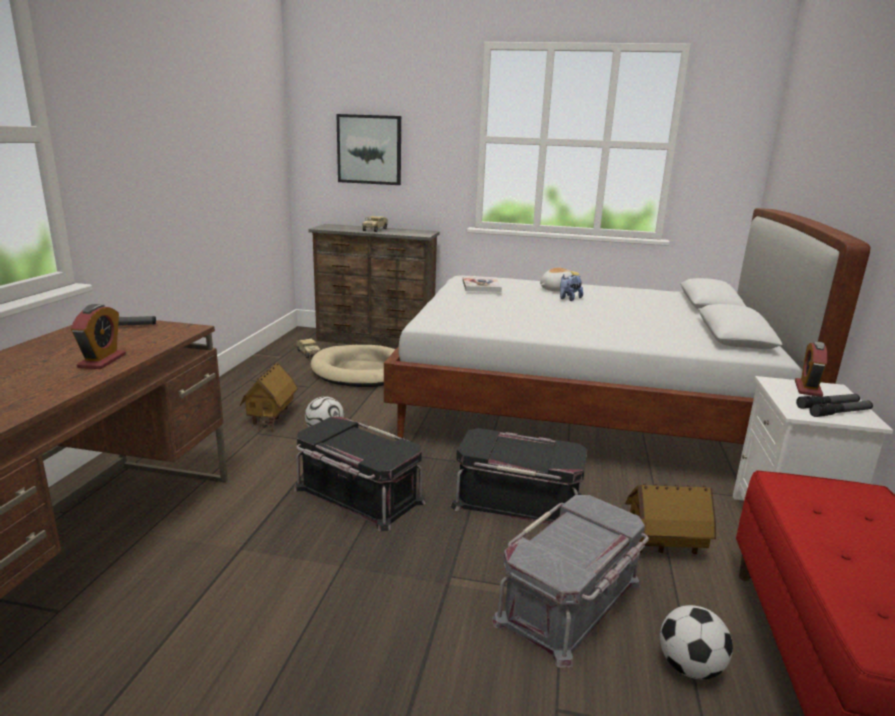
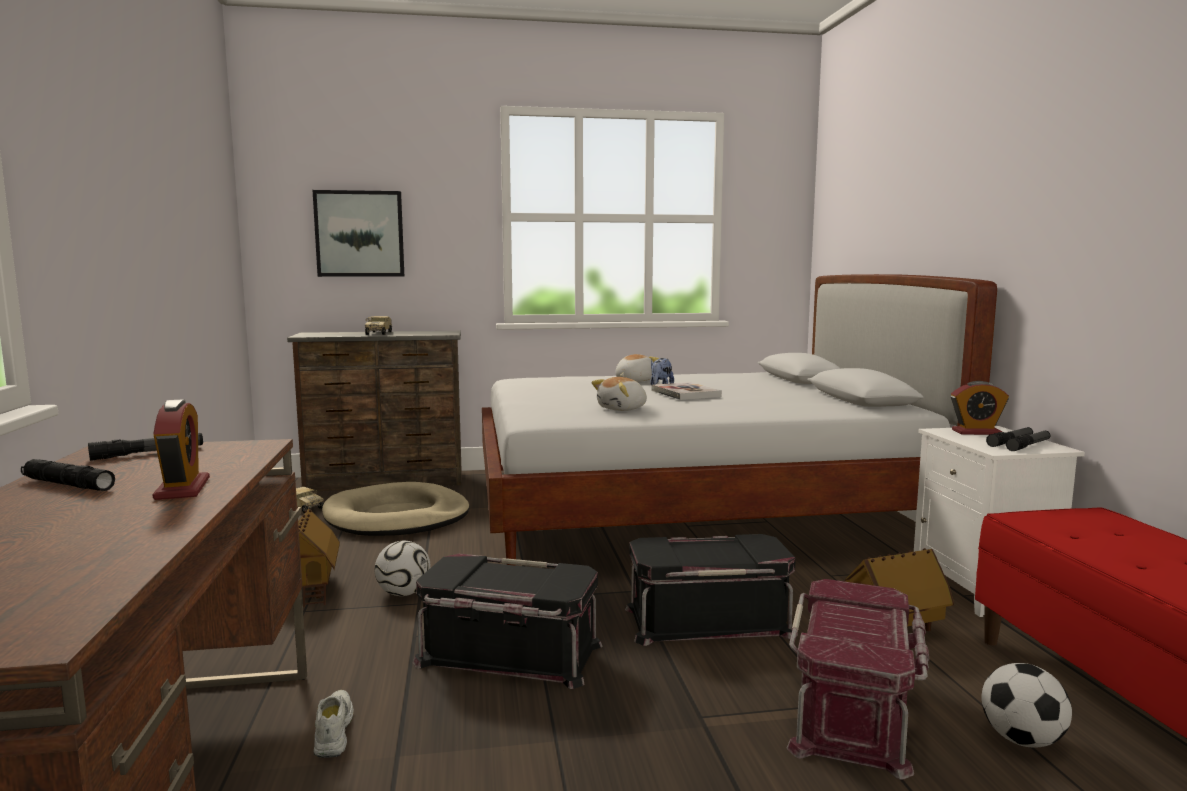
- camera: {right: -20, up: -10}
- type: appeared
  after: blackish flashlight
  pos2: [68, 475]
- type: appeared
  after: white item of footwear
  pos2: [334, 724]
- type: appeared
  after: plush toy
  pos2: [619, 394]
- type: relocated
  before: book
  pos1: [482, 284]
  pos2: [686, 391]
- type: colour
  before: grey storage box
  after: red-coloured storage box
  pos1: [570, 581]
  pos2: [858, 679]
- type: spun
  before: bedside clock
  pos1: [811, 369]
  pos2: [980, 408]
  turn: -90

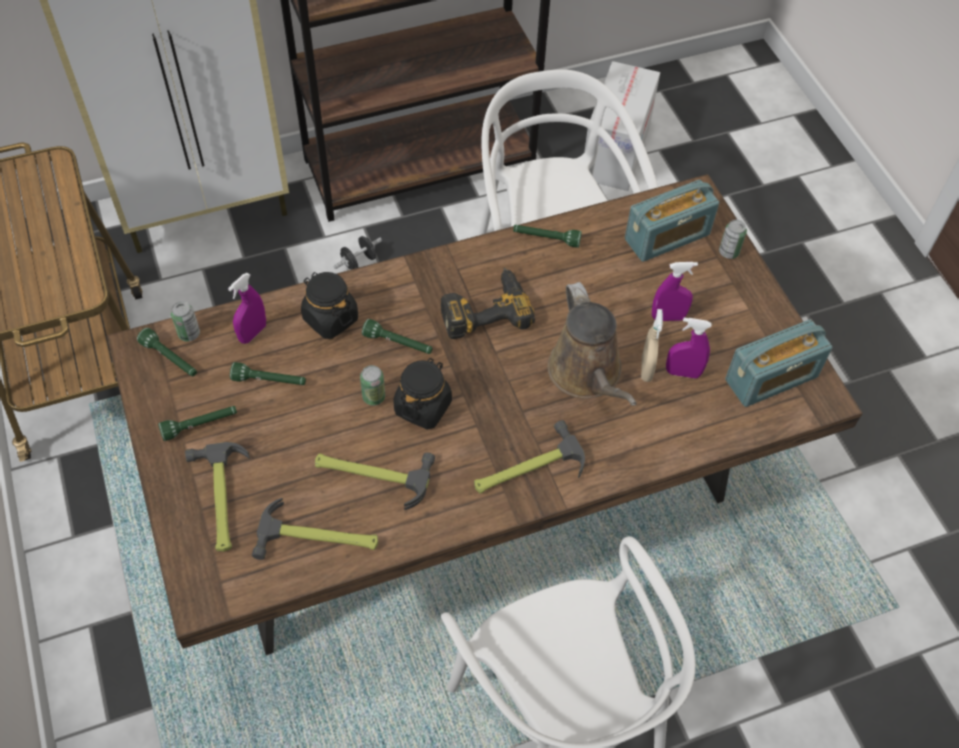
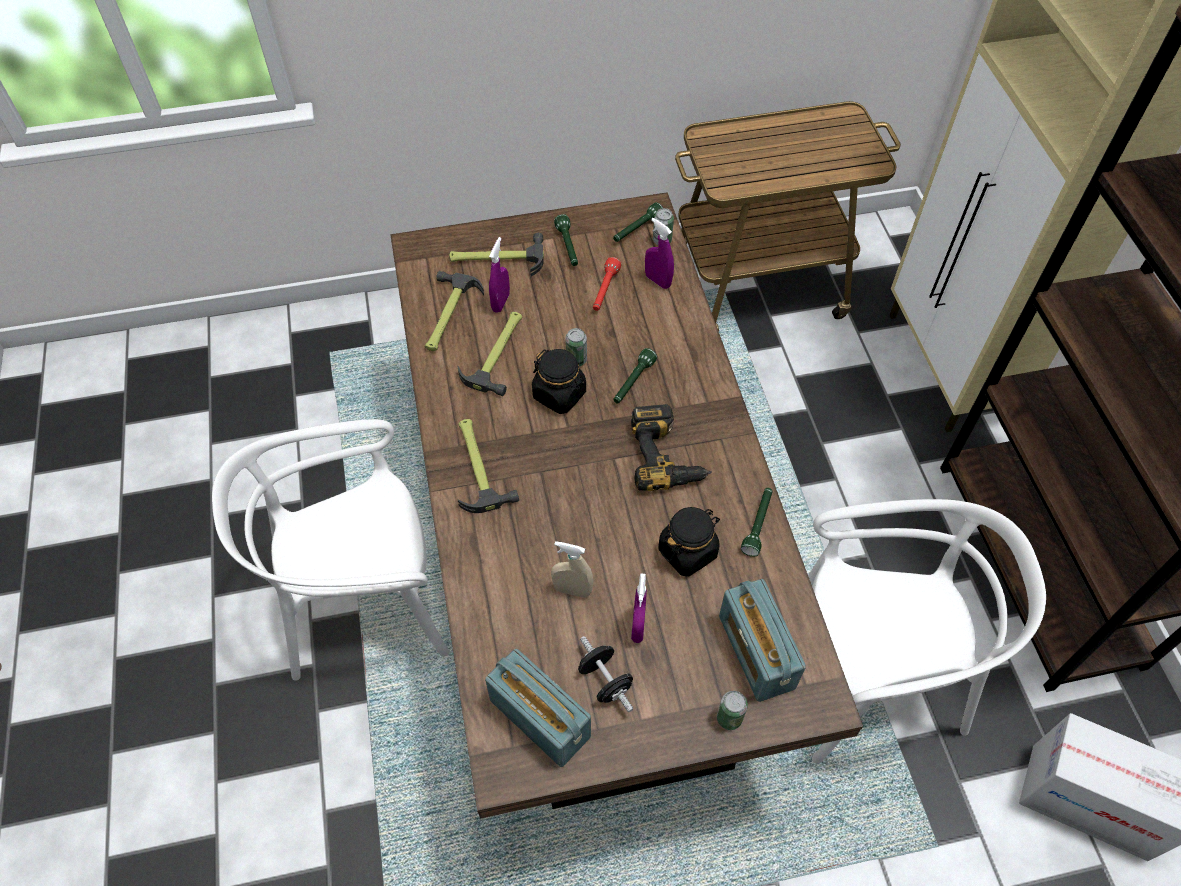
- camera: {right: 100, up: 0}
- type: missing
  before: brown-coloured watering can
  pos1: [592, 344]
- type: relocated
  before: blackish jar
  pos1: [329, 305]
  pos2: [689, 542]
- type: relocated
  before: blackish free weight
  pos1: [358, 253]
  pos2: [605, 674]
- type: relocated
  before: purple-coloured sprayer
  pos1: [689, 348]
  pos2: [499, 275]
- type: colour
  before: greenish flashlight
  after: red-coloured flashlight
  pos1: [268, 373]
  pos2: [607, 284]
- type: spun
  before: radio
  pos1: [779, 363]
  pos2: [538, 708]
  turn: 150

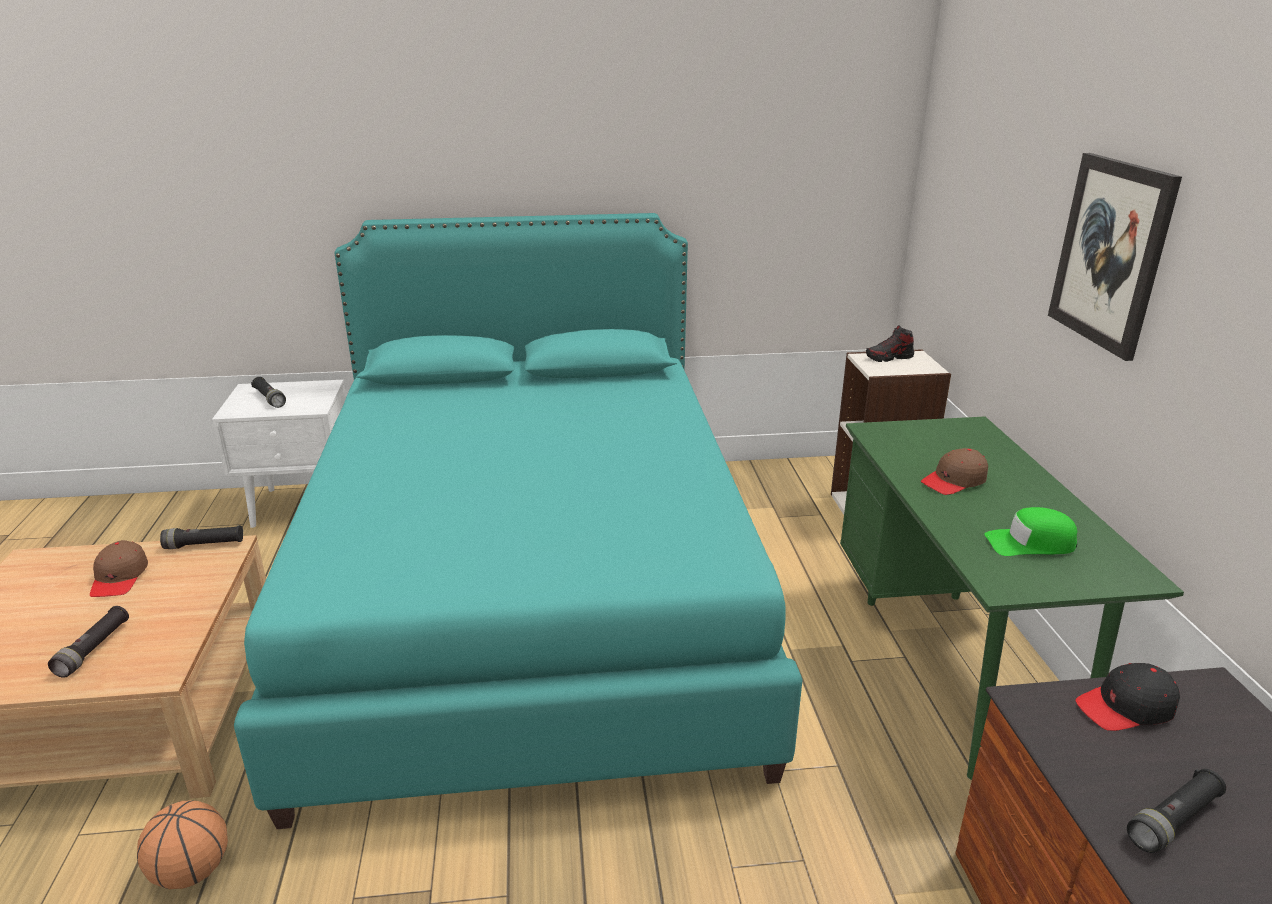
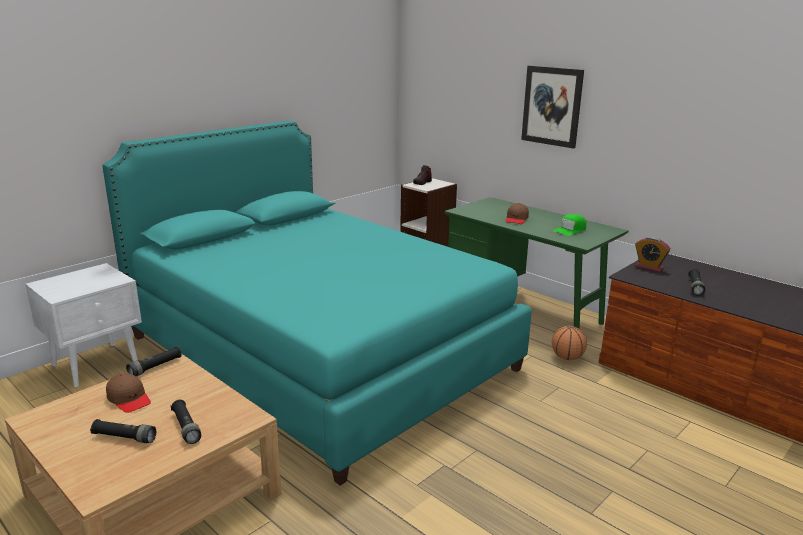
- camera: {right: -40, up: -5}
- type: relocated
  before: basketball ball
  pos1: [182, 844]
  pos2: [569, 343]
- type: relocated
  before: blackish flashlight
  pos1: [268, 392]
  pos2: [123, 431]
- type: exchanged
  before: blackish cap
  after: bedside clock
  pos1: [1127, 697]
  pos2: [652, 254]

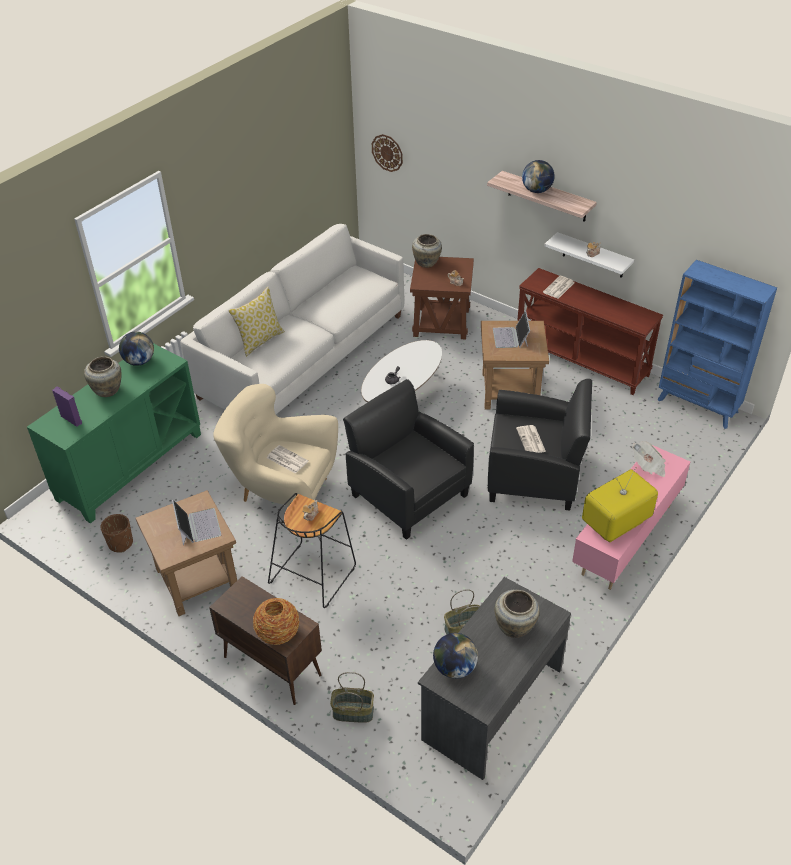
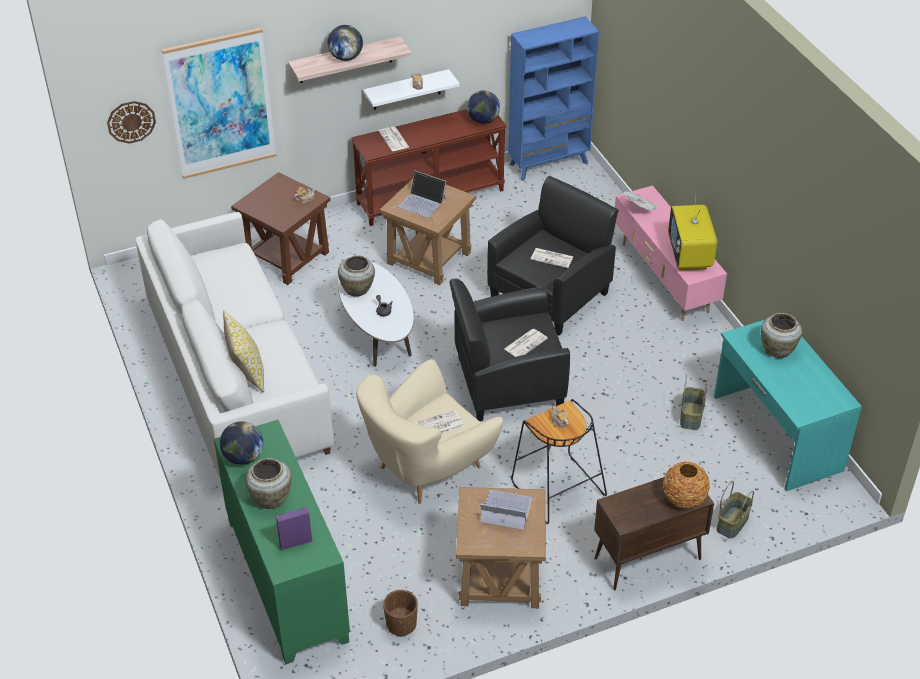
- camera: {right: -60, up: 0}
- type: appeared
  after: wall art
  pos2: [218, 103]
- type: appeared
  after: printed paper
  pos2: [526, 343]
- type: relocated
  before: sand-coloured flower vase
  pos1: [427, 251]
  pos2: [356, 276]
- type: relocated
  before: world globe
  pos1: [455, 656]
  pos2: [483, 107]
- type: colour
  before: grey desk unit
  after: turquoise-coloured desk unit
  pos1: [494, 678]
  pos2: [788, 405]

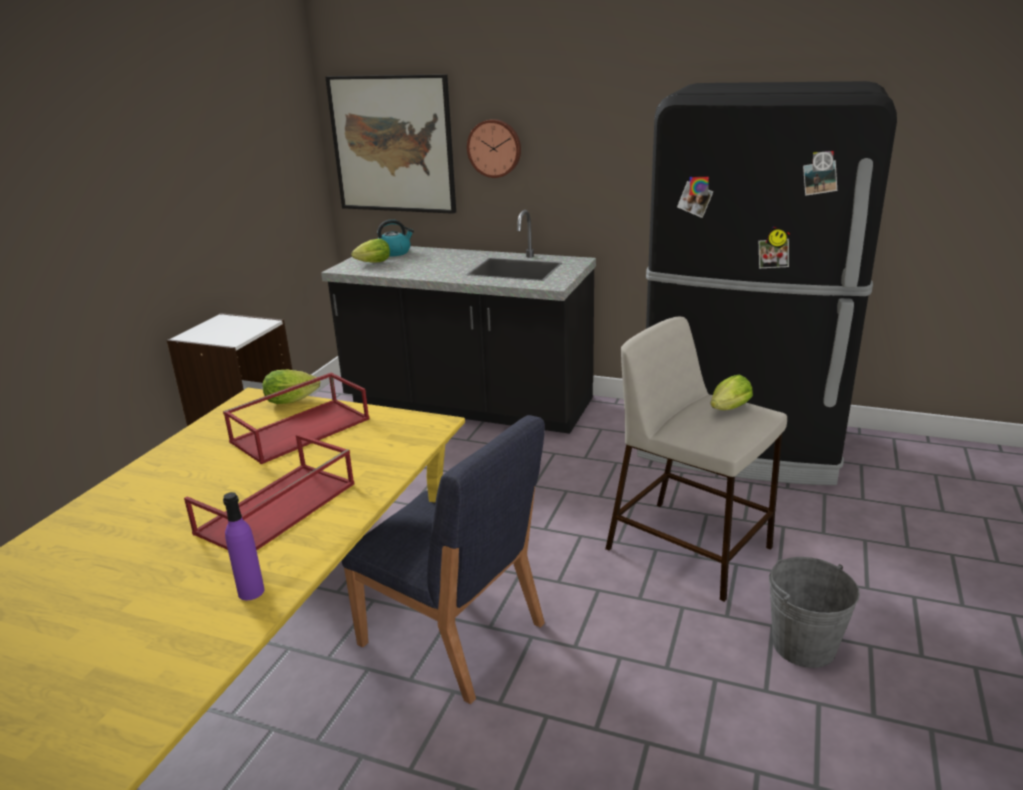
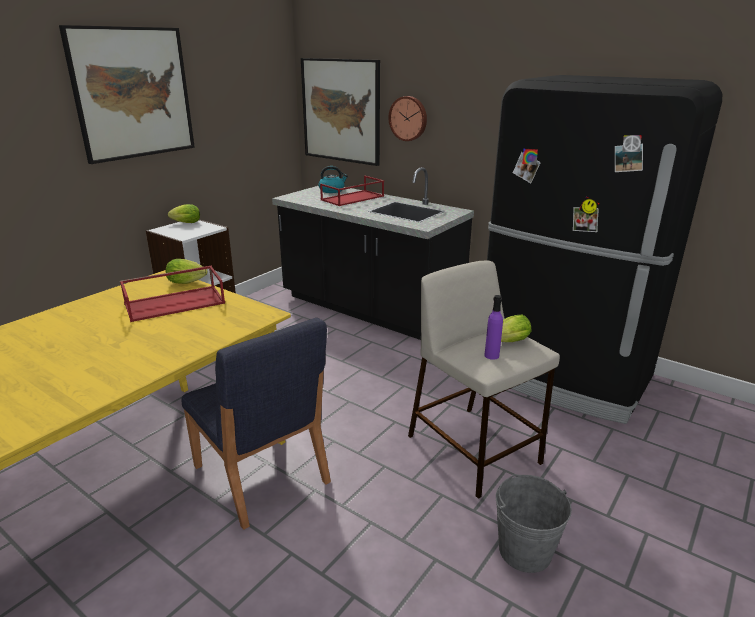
- camera: {right: 15, up: 0}
- type: appeared
  after: wall art
  pos2: [127, 94]
- type: relocated
  before: red-coloured tray
  pos1: [269, 492]
  pos2: [352, 191]
- type: relocated
  before: purple-coloured bottle
  pos1: [243, 546]
  pos2: [493, 327]
- type: relocated
  before: lettuce head
  pos1: [371, 251]
  pos2: [184, 213]

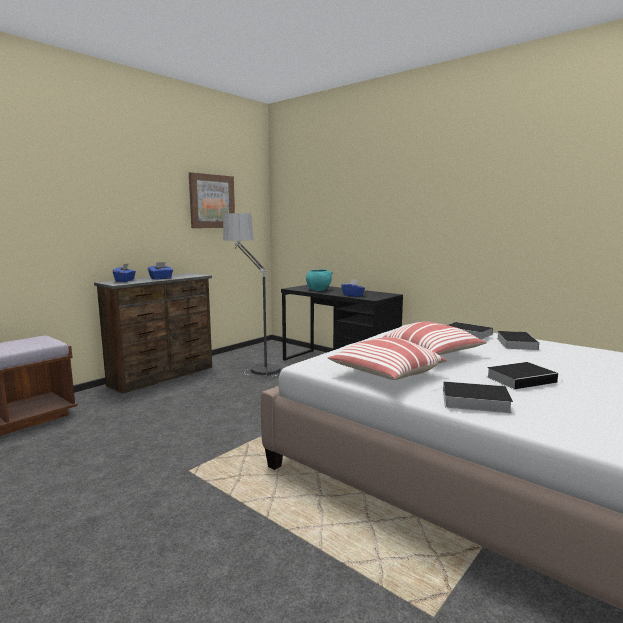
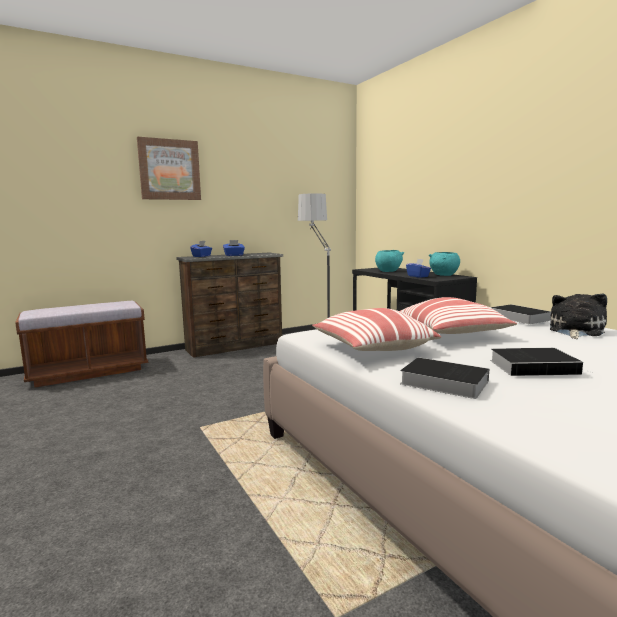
- camera: {right: 20, up: 0}
- type: appeared
  after: turquoise-coloured serving bowl
  pos2: [444, 264]
- type: relocated
  before: wall art
  pos1: [212, 200]
  pos2: [169, 168]
- type: exchanged
  before: book
  after: plush toy
  pos1: [518, 340]
  pos2: [578, 316]

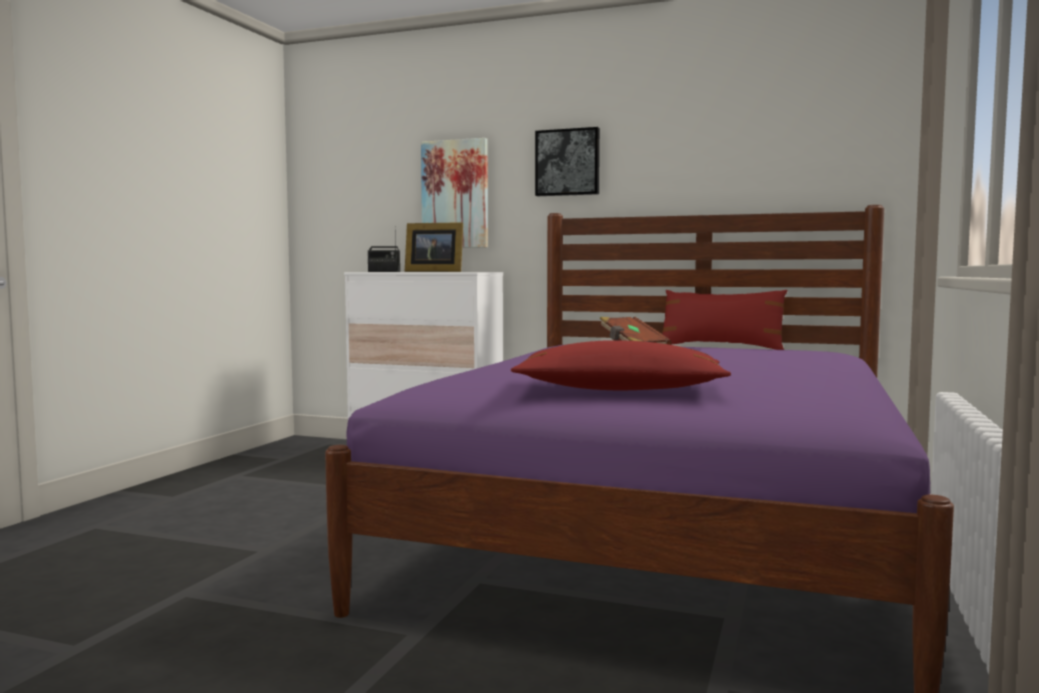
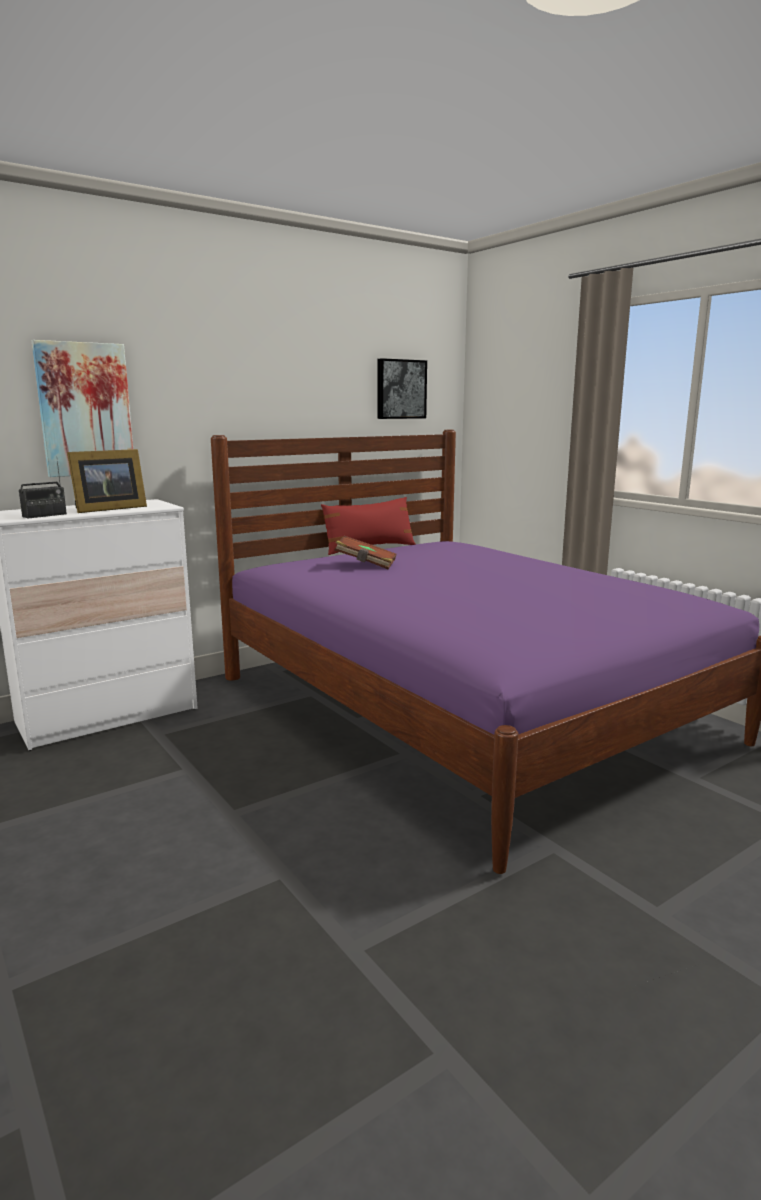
- camera: {right: -55, up: 10}
- type: missing
  before: red-coloured cushion
  pos1: [621, 365]
- type: relocated
  before: wall art
  pos1: [567, 161]
  pos2: [402, 388]

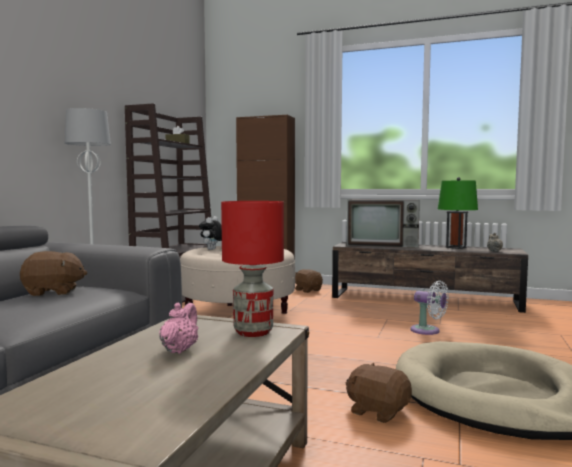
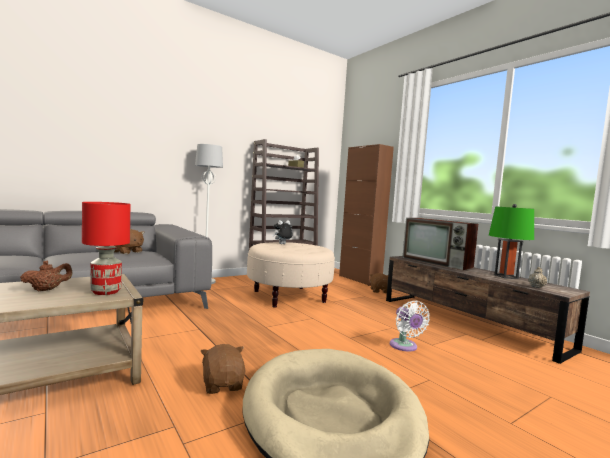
- camera: {right: 35, up: 0}
- type: colour
  before: pinkish teapot
  after: brown-coloured teapot
  pos1: [178, 328]
  pos2: [46, 276]

